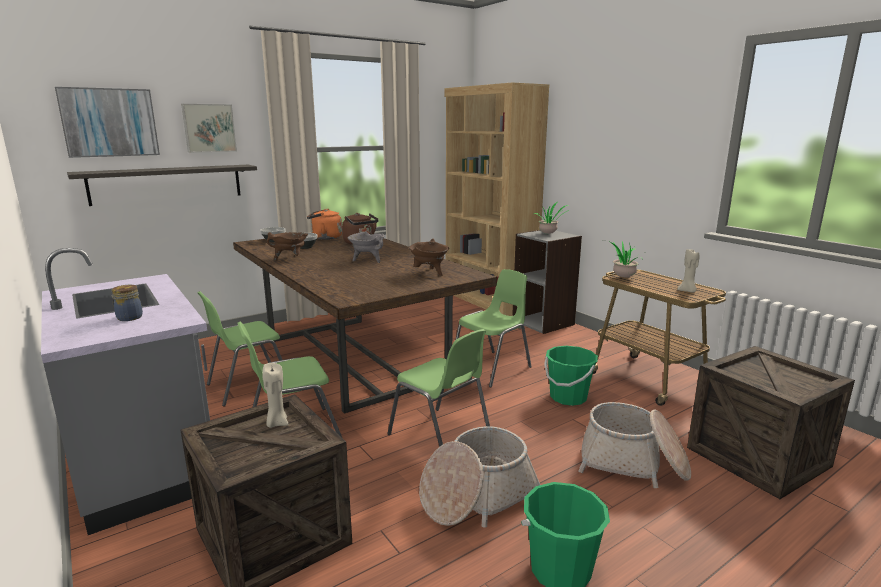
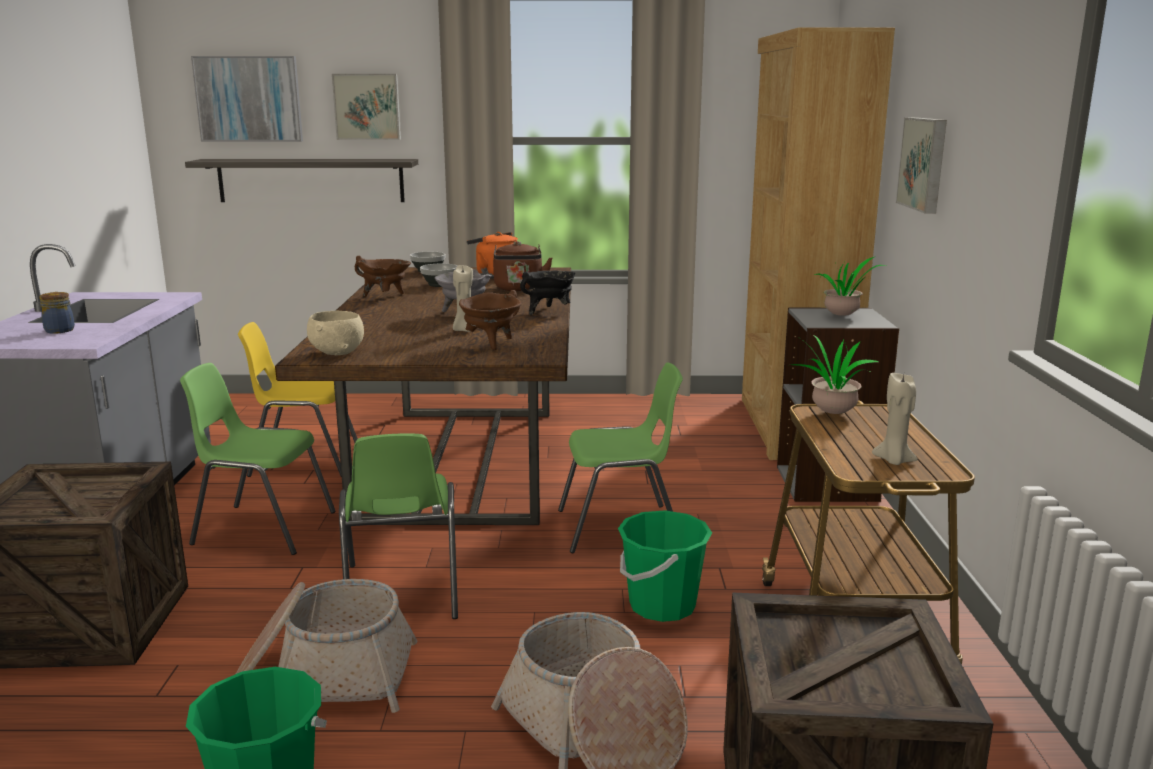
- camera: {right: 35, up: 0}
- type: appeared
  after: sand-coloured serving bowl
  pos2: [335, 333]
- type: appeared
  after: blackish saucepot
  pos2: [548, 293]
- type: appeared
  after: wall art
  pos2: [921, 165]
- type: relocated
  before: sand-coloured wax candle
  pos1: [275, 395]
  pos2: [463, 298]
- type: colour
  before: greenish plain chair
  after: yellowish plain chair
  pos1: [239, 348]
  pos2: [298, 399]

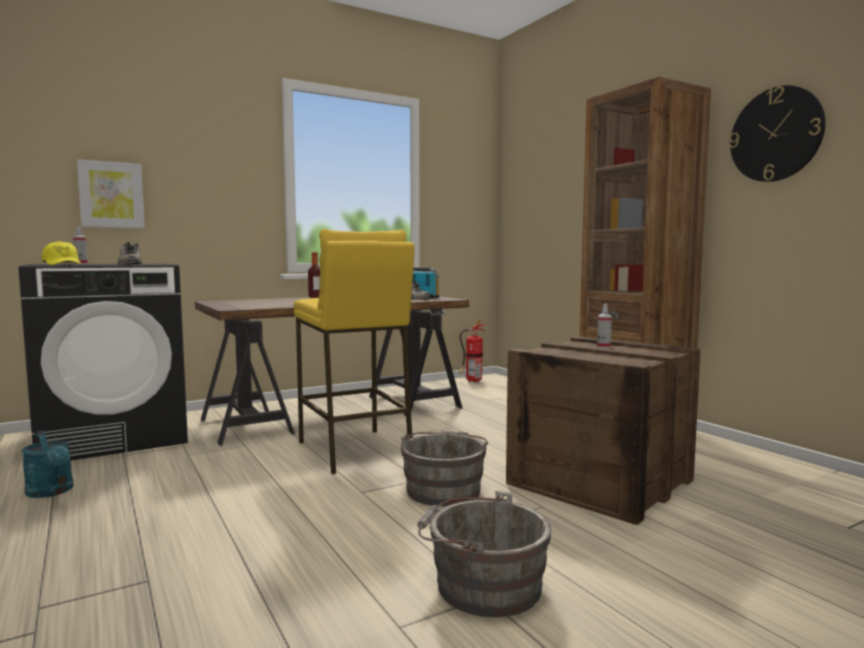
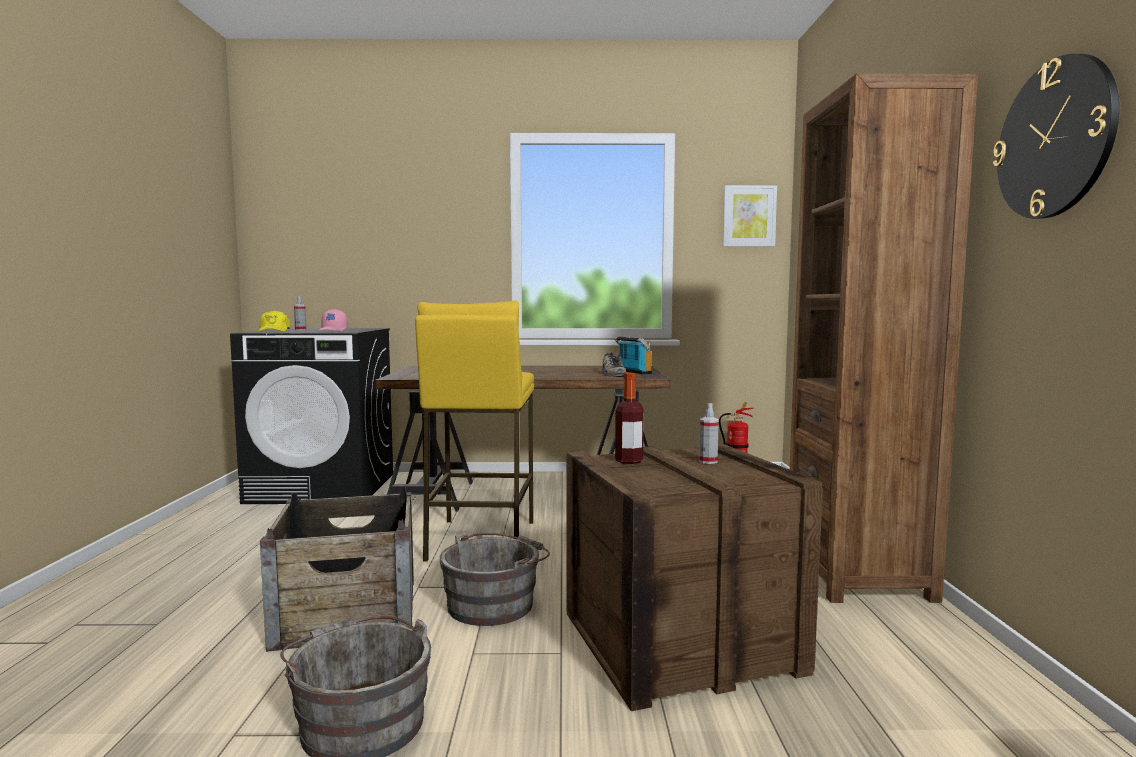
- camera: {right: 30, up: 0}
- type: missing
  before: turquoise-coloured watering can
  pos1: [48, 464]
- type: appeared
  after: shipping crate
  pos2: [337, 569]
- type: relocated
  before: wall art
  pos1: [111, 193]
  pos2: [749, 216]
- type: relocated
  before: bottle
  pos1: [314, 275]
  pos2: [629, 418]
- type: exchanged
  before: item of footwear
  after: pinkish cap
  pos1: [130, 253]
  pos2: [333, 320]

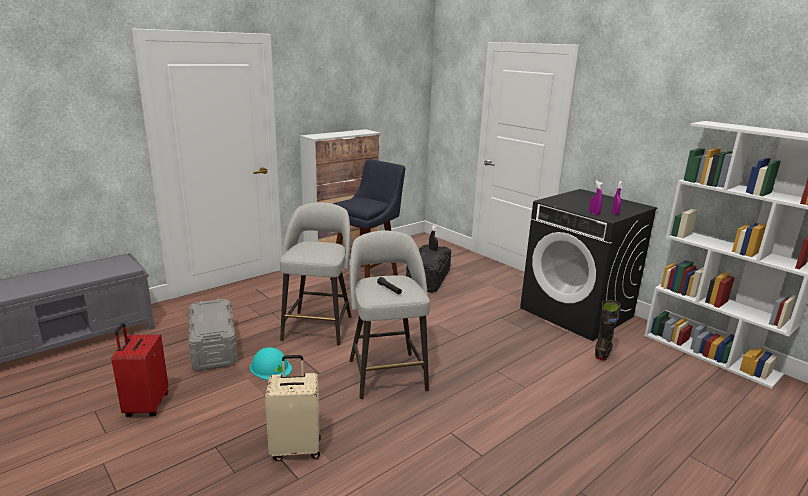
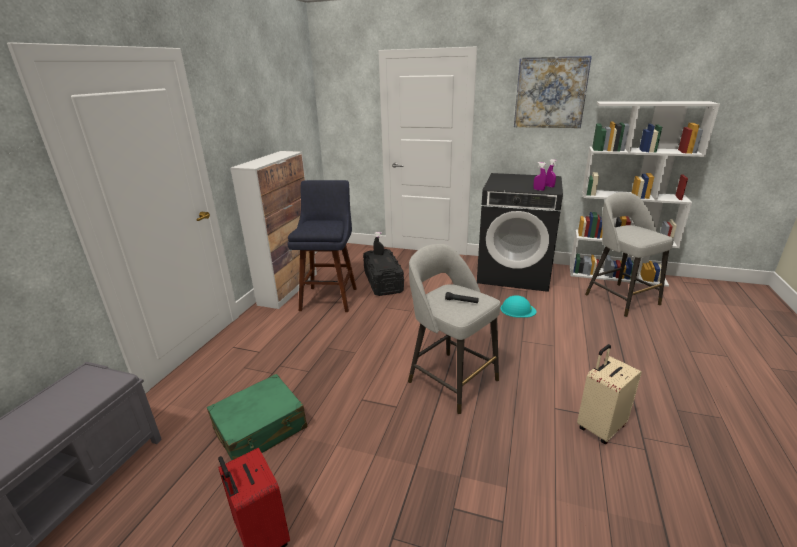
- camera: {right: -30, up: 5}
- type: missing
  before: blackish boot
  pos1: [608, 330]
- type: appeared
  after: wall art
  pos2: [553, 92]
- type: relocated
  before: turquoise-coloured hard hat
  pos1: [271, 363]
  pos2: [518, 306]
- type: relocated
  before: sand-coloured piece of luggage
  pos1: [293, 408]
  pos2: [609, 394]
- type: relocated
  before: grey stool
  pos1: [316, 274]
  pos2: [629, 254]
- type: exchanged
  before: grey storage box
  after: greenish piece of luggage
  pos1: [212, 334]
  pos2: [257, 417]

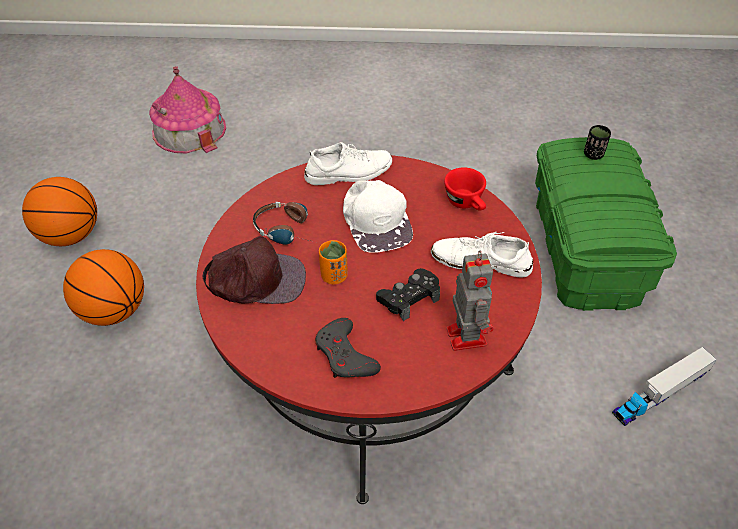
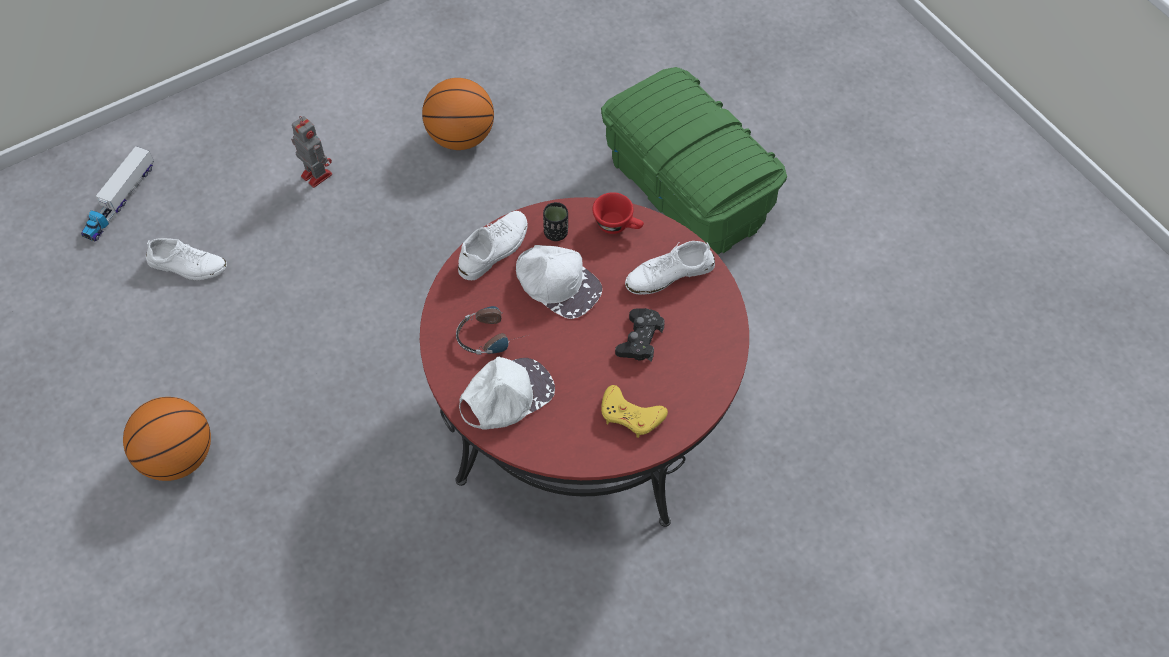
- camera: {right: -35, up: 10}
- type: missing
  before: orangey drinking cup
  pos1: [333, 262]
- type: relocated
  before: basketball ball
  pos1: [103, 287]
  pos2: [458, 114]
- type: relocated
  before: toy robot
  pos1: [470, 301]
  pos2: [311, 152]
- type: relocated
  before: blackish drinking cup
  pos1: [597, 142]
  pos2: [555, 221]
- type: relocated
  before: model truck
  pos1: [664, 386]
  pos2: [117, 193]
- type: exchanged
  before: toy house
  after: white item of footwear
  pos1: [187, 110]
  pos2: [186, 259]
- type: colour
  before: brown-coloured cap
  after: white cap
  pos1: [254, 270]
  pos2: [507, 393]
- type: colour
  before: grey game controller
  after: yellowish game controller
  pos1: [348, 348]
  pos2: [634, 411]

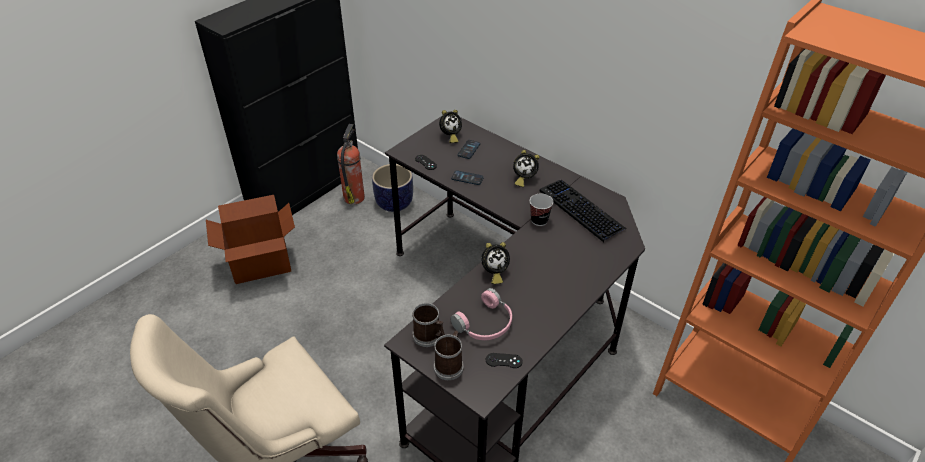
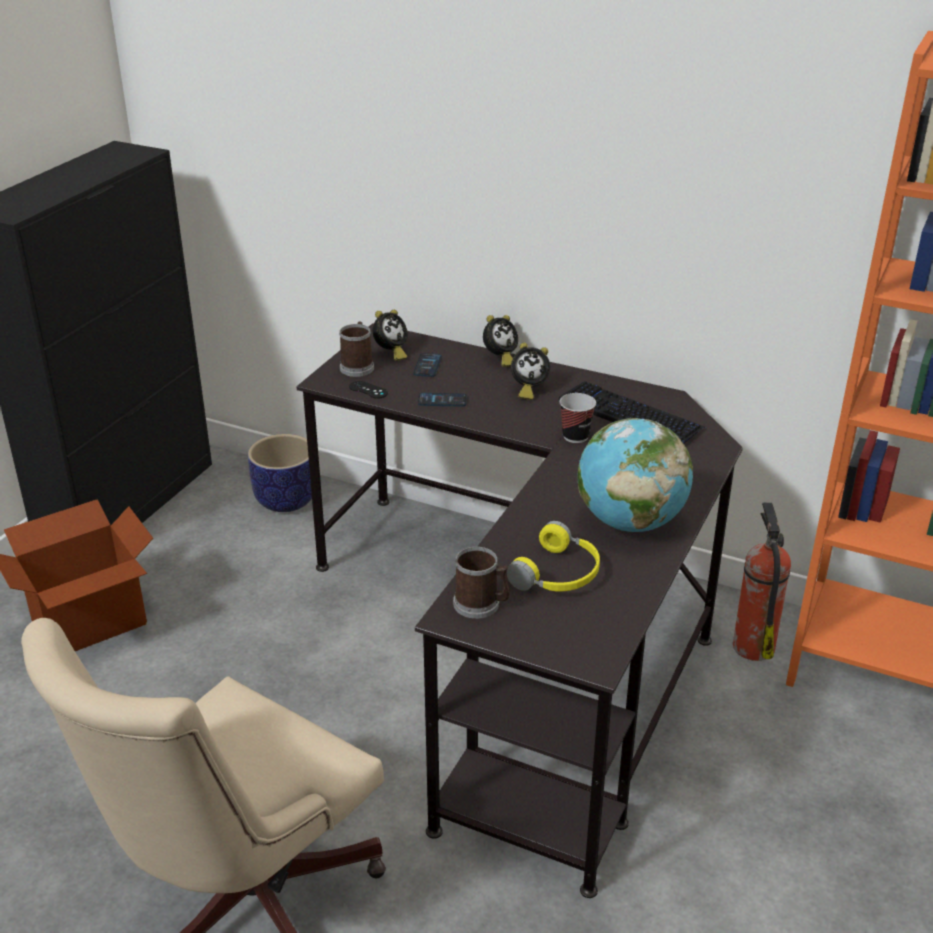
- camera: {right: -15, up: -10}
- type: missing
  before: blackish game controller
  pos1: [504, 360]
- type: appeared
  after: world globe
  pos2: [635, 475]
- type: relocated
  before: fire extinguisher
  pos1: [351, 164]
  pos2: [762, 581]
- type: relocated
  before: mug
  pos1: [449, 355]
  pos2: [356, 349]
- type: relocated
  before: bedside clock
  pos1: [495, 263]
  pos2: [500, 341]
- type: colour
  before: pinkish headphones
  after: yellowish headphones
  pos1: [481, 314]
  pos2: [553, 556]

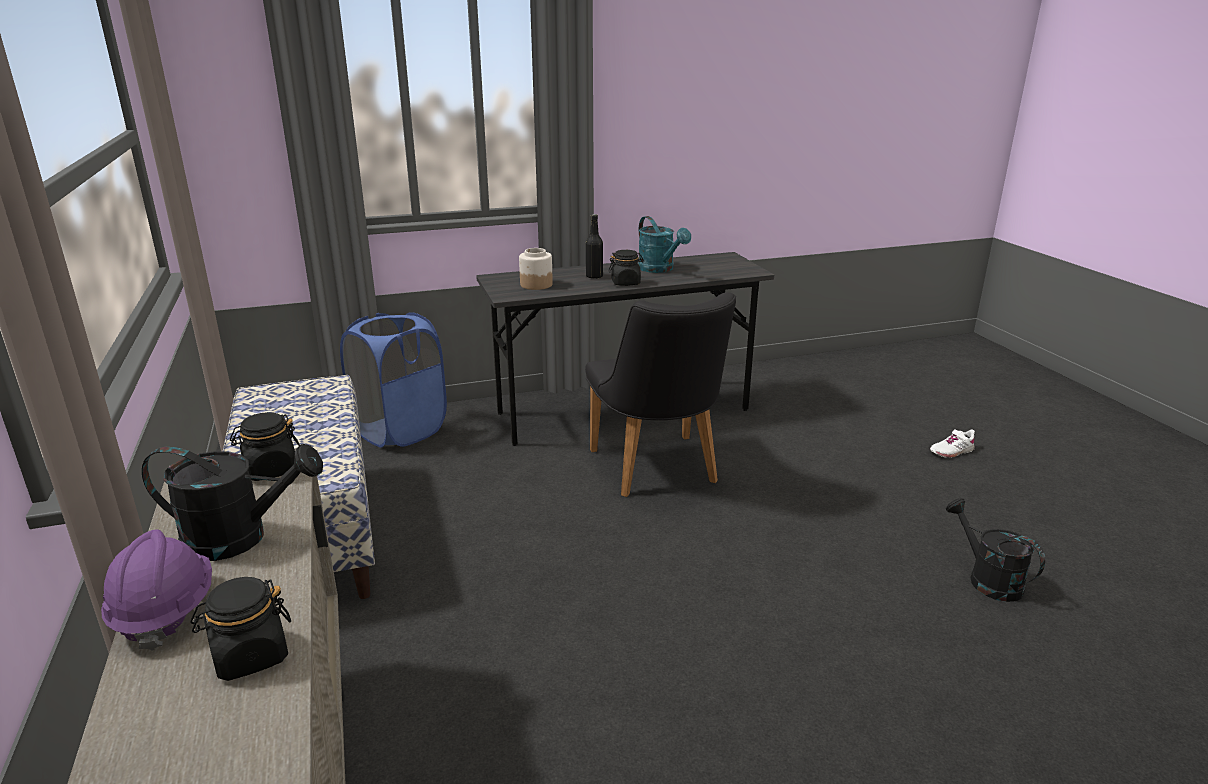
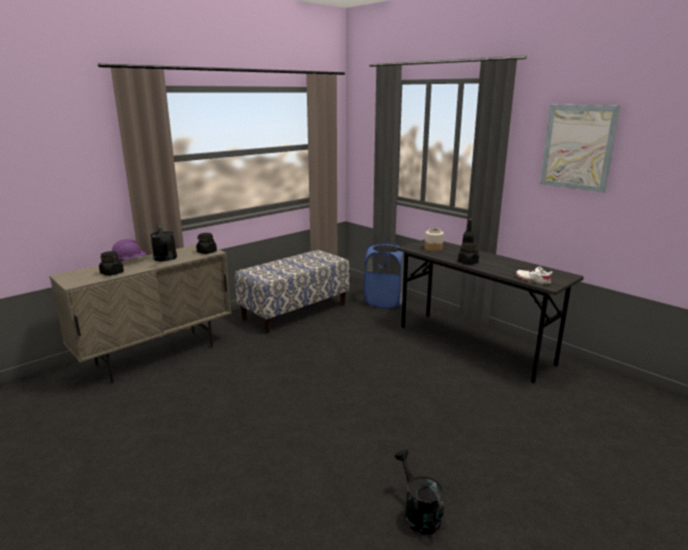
- camera: {right: 65, up: -5}
- type: missing
  before: blackish plain chair
  pos1: [660, 394]
- type: missing
  before: turquoise-coloured watering can
  pos1: [664, 244]
- type: appeared
  after: wall art
  pos2: [580, 149]
- type: relocated
  before: white item of footwear
  pos1: [952, 443]
  pos2: [534, 275]
- type: spun
  before: blackish watering can
  pos1: [995, 550]
  pos2: [419, 492]
  turn: -60

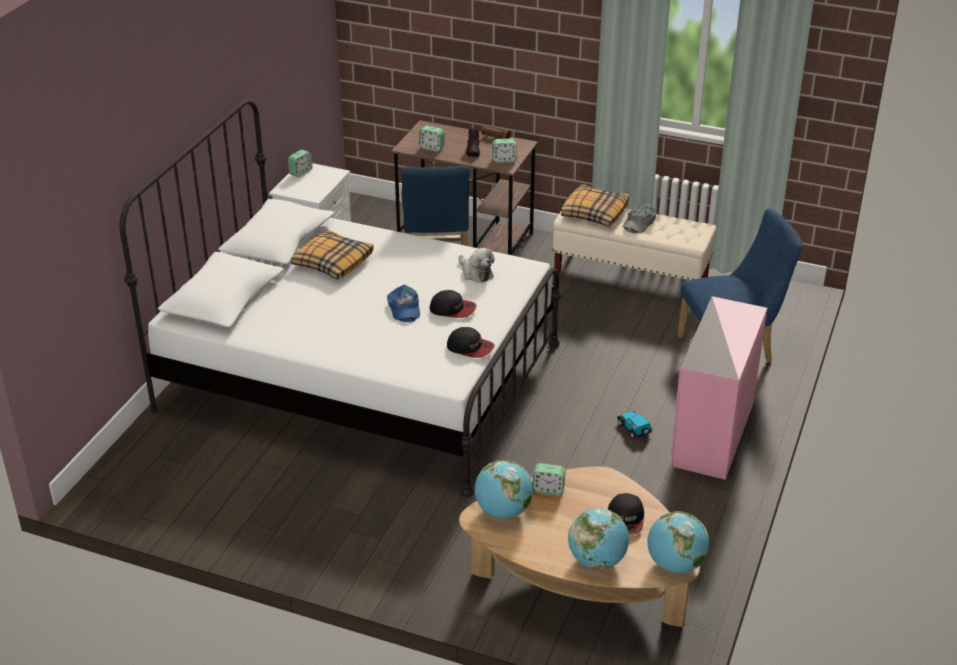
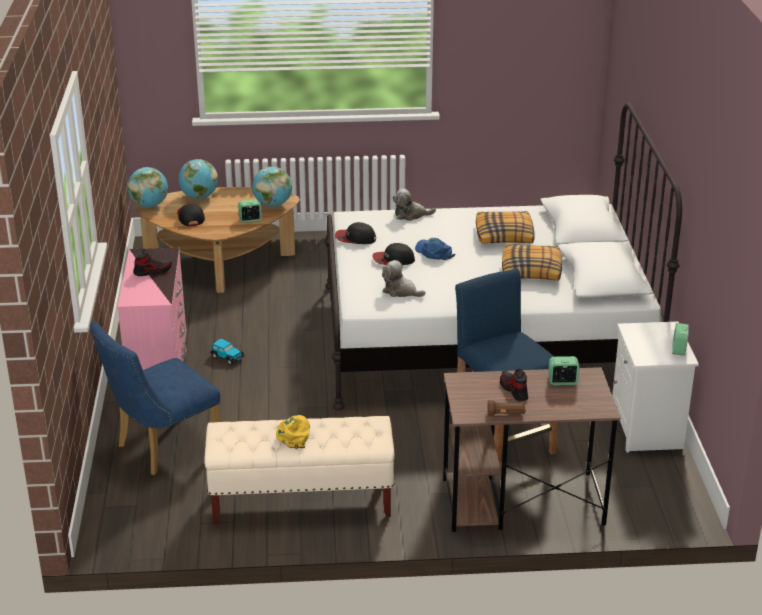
- camera: {right: 155, up: -5}
- type: missing
  before: bedside clock
  pos1: [505, 151]
- type: appeared
  after: item of footwear
  pos2: [152, 263]
- type: appeared
  after: plush toy
  pos2: [414, 204]
- type: relocated
  before: cushion
  pos1: [595, 205]
  pos2: [505, 227]
- type: colour
  before: grey cap
  after: yellowish cap
  pos1: [639, 219]
  pos2: [293, 432]

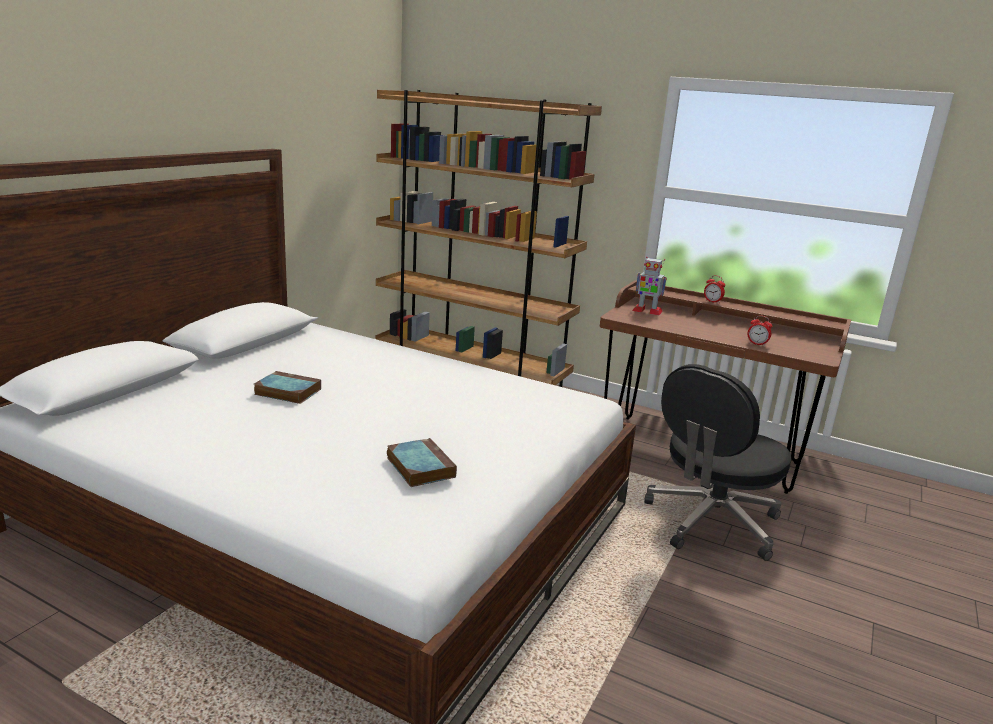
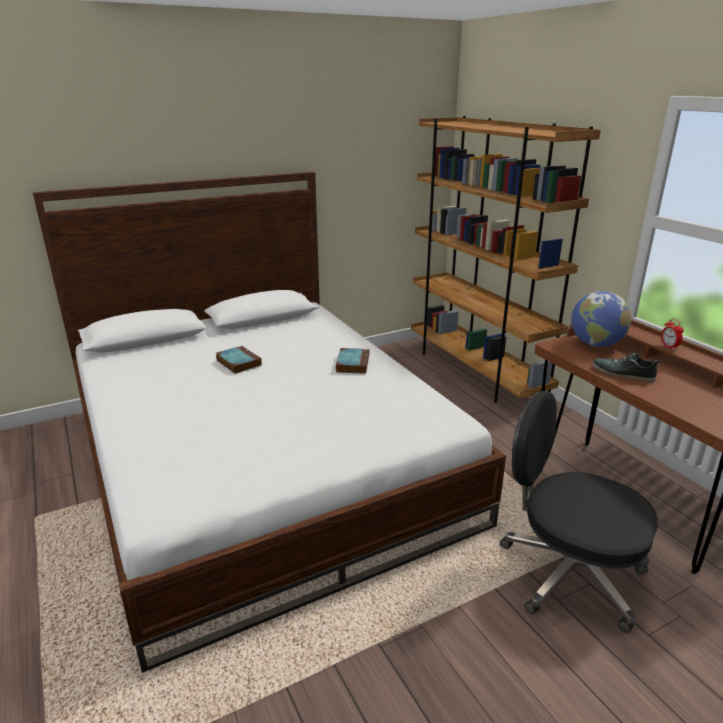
- camera: {right: 35, up: 5}
- type: missing
  before: bedside clock
  pos1: [760, 330]
- type: appeared
  after: item of footwear
  pos2: [626, 368]
- type: relocated
  before: book
  pos1: [422, 462]
  pos2: [352, 361]
- type: exchanged
  before: toy robot
  after: world globe
  pos1: [649, 286]
  pos2: [601, 319]
- type: spun
  before: blackish office chair
  pos1: [718, 462]
  pos2: [579, 512]
  turn: 45

